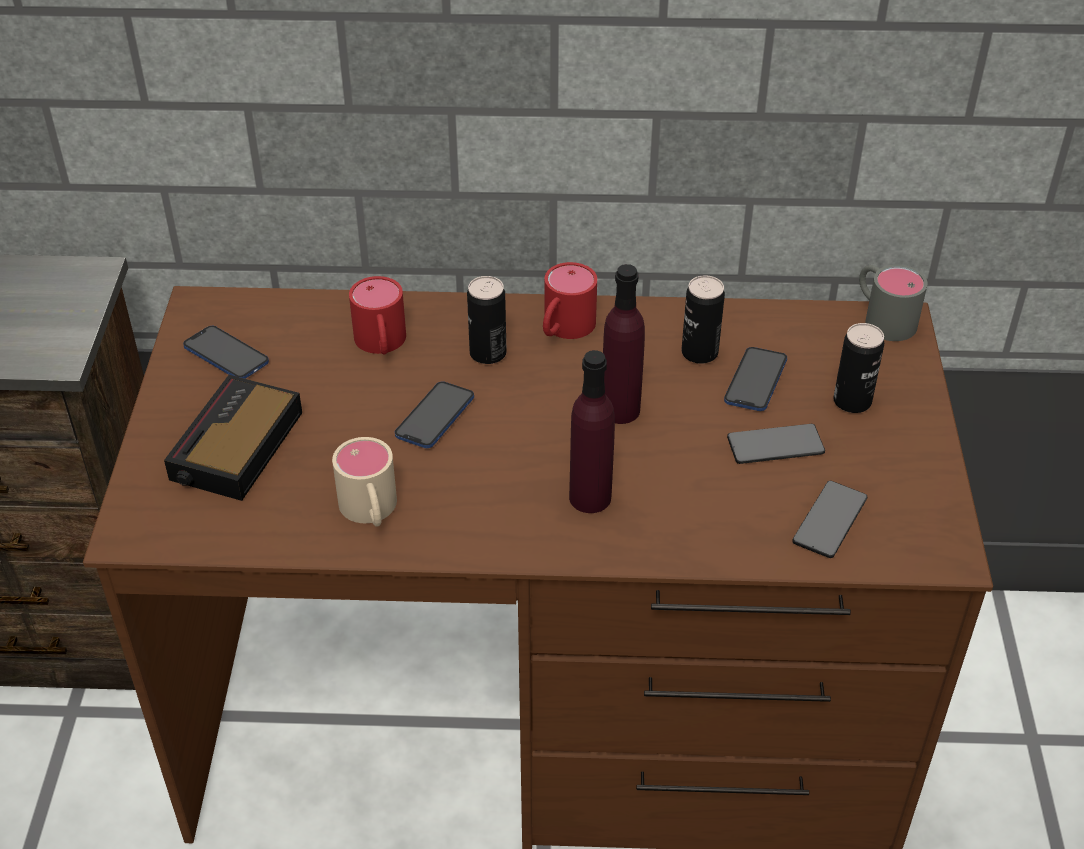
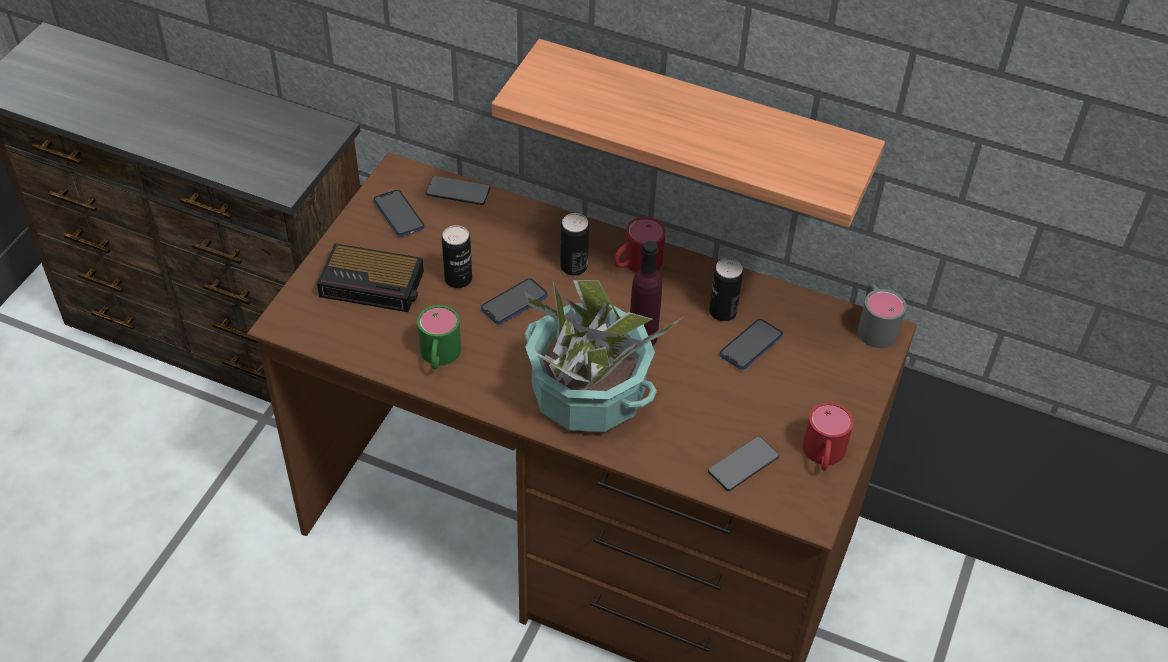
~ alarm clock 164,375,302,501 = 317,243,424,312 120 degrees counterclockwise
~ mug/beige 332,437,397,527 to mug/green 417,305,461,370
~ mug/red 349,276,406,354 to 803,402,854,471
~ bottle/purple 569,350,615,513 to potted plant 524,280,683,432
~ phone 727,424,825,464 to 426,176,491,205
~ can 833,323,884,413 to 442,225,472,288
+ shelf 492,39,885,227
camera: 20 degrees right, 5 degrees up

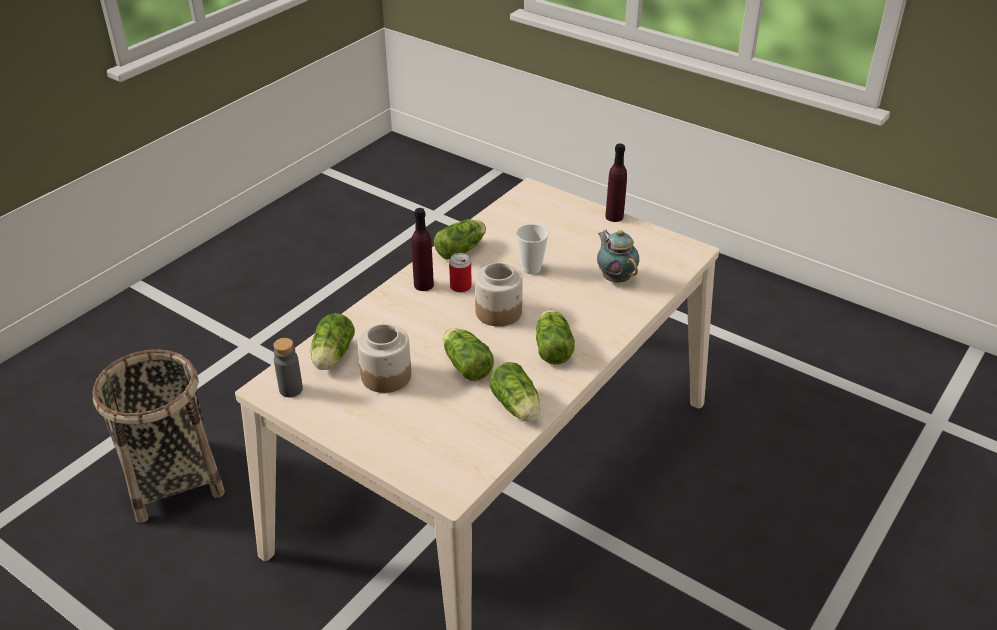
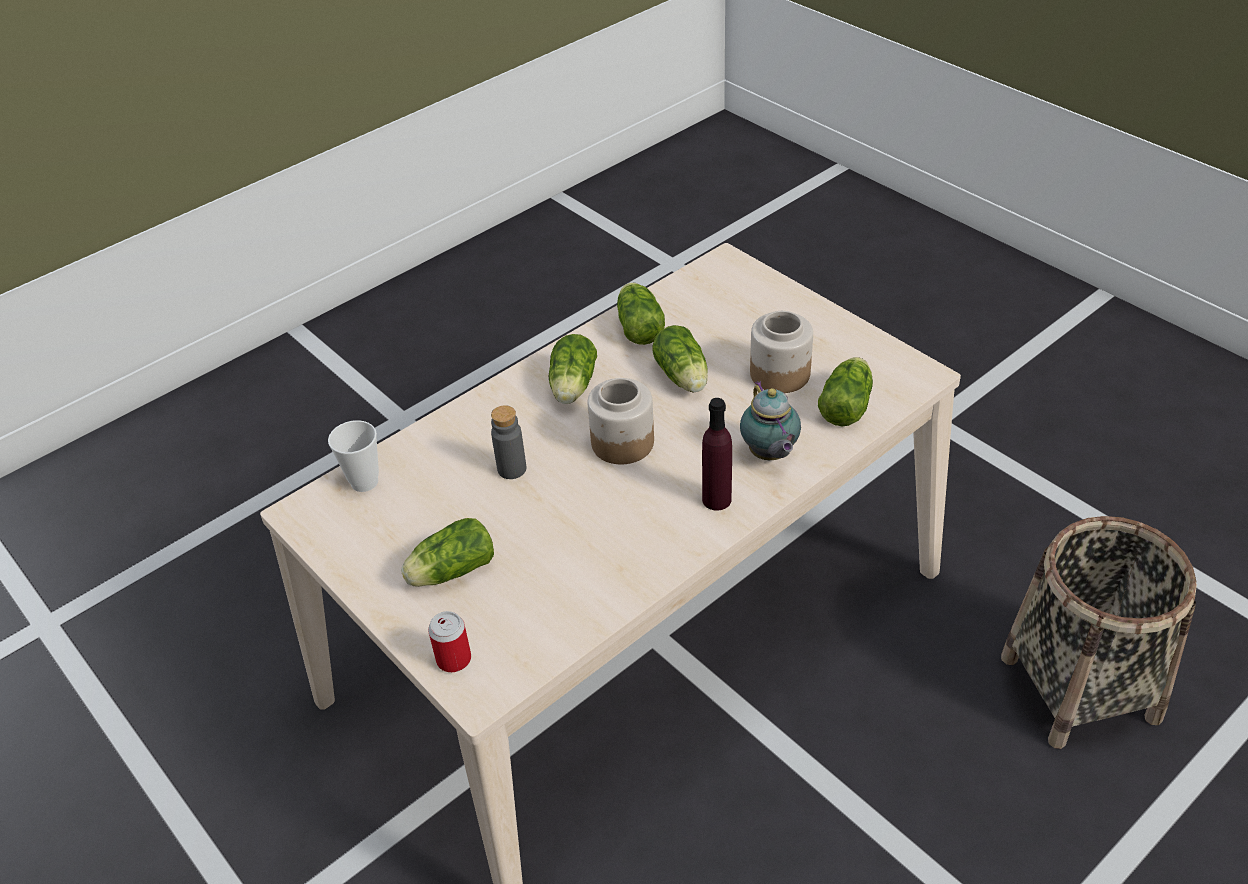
~ bottle/grey 273,338,303,397 to 491,405,526,479
~ lettuce 434,219,486,260 to 401,518,494,587
~ can 449,253,472,293 to 428,611,471,672
~ cup 516,224,549,274 to 328,420,379,492
~ teapot 597,230,639,283 to 740,381,801,460
- bottle/purple 605,144,627,222
camera: 165 degrees left, 5 degrees up

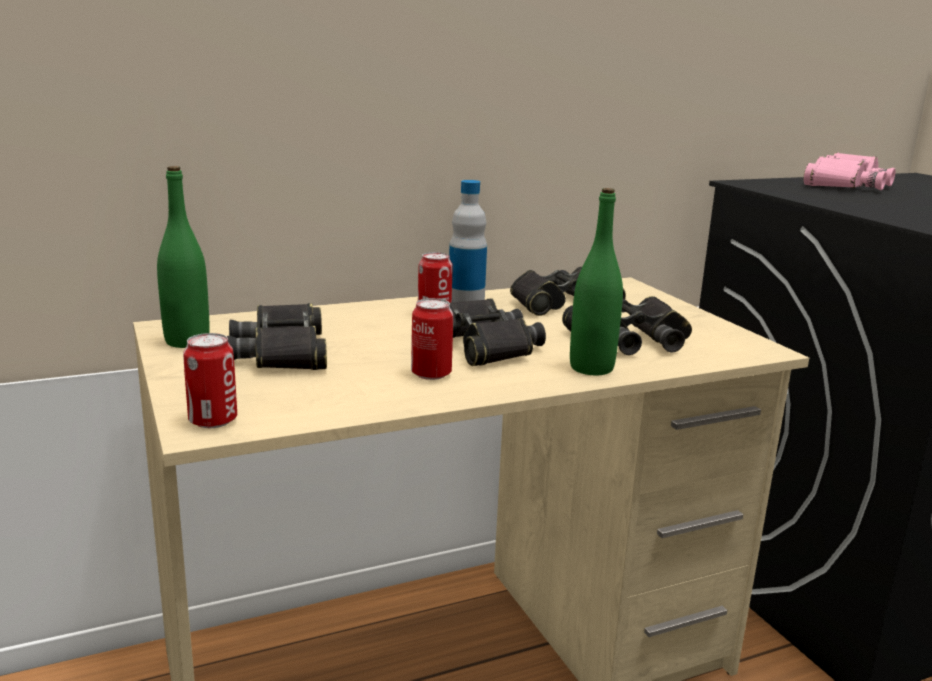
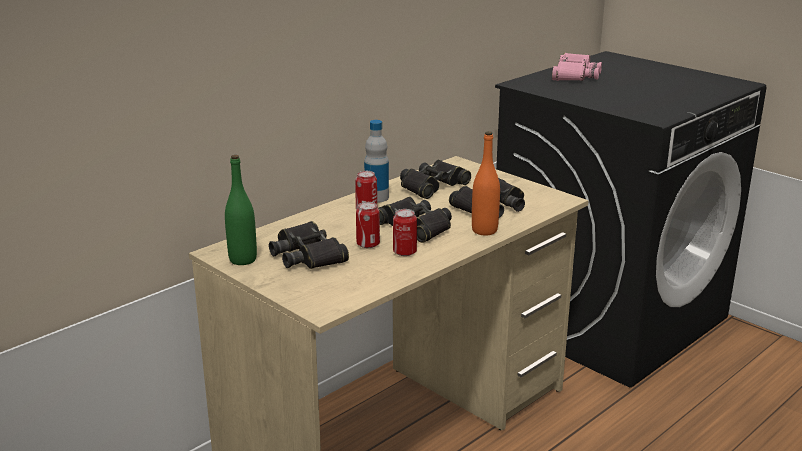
~ can 183,333,237,428 to 356,202,380,248
~ bottle/green 570,188,623,375 to bottle/orange 472,131,500,235
camera: 20 degrees left, 5 degrees up

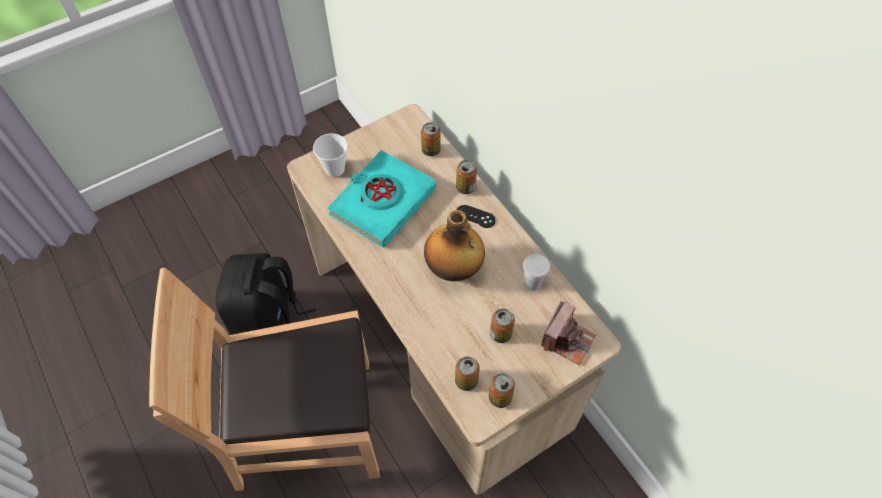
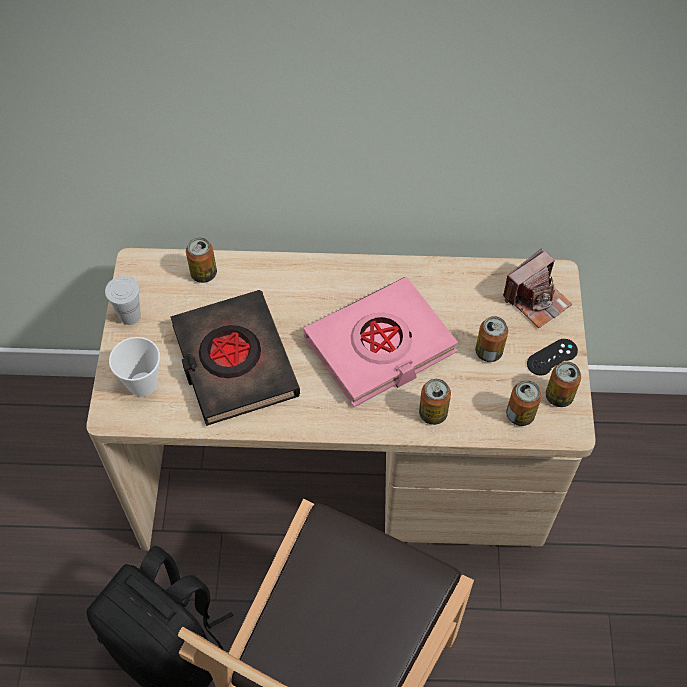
~ book/turquoise 328,150,436,247 to book/black 170,290,300,426
~ bottle 424,210,485,281 to book/pink 304,277,458,407
~ can 456,160,477,194 to 419,379,451,425
~ game controller/black 456,205,496,228 to 527,339,578,376
~ cup/white 523,254,550,291 to 105,276,141,325
~ photo camera 541,300,596,365 = 503,248,572,328 75 degrees clockwise
camera: 55 degrees left, 0 degrees up

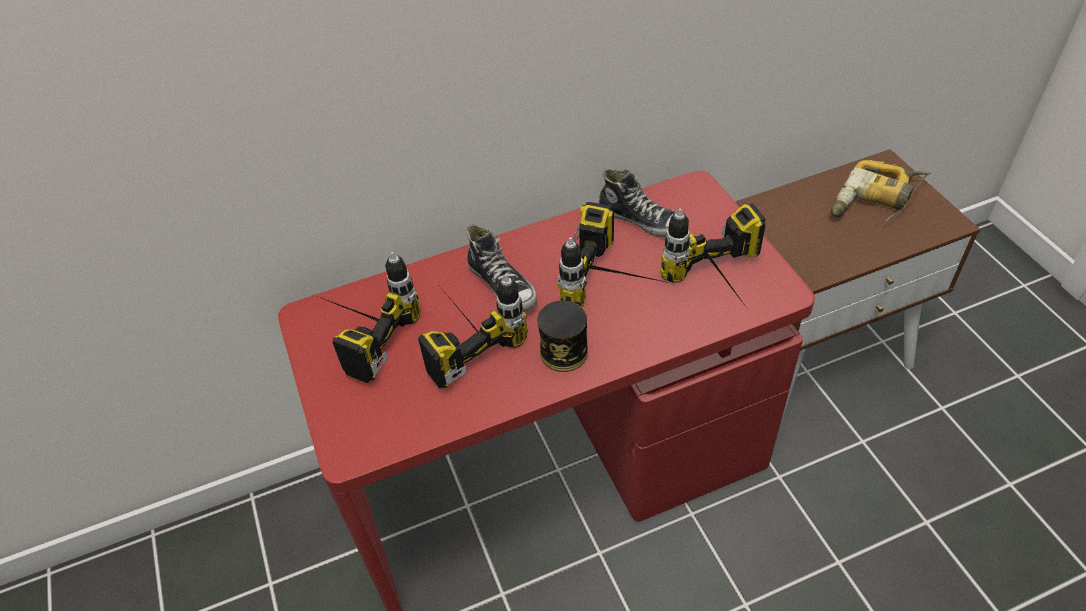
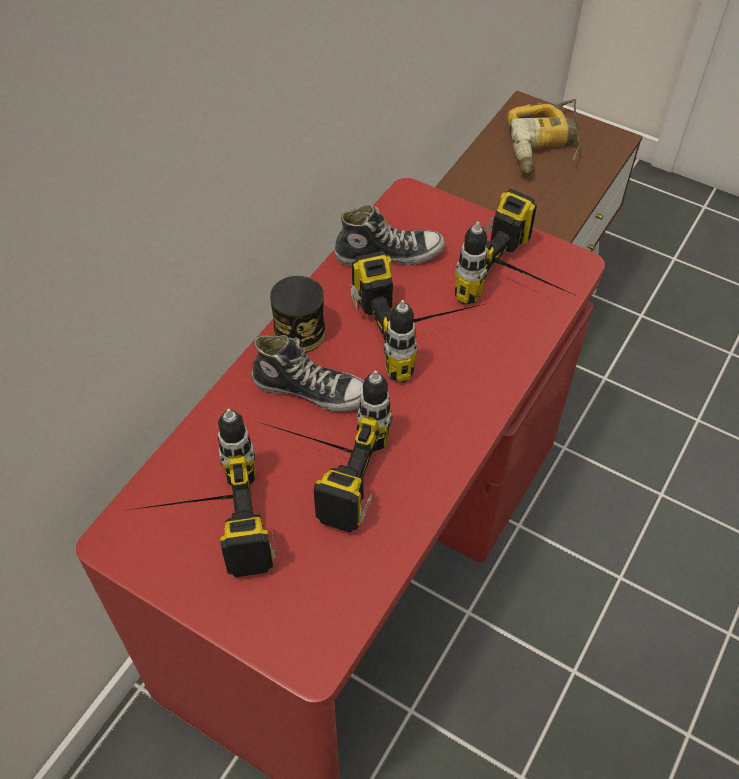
~ can 537,300,588,372 to 270,276,326,353
camera: 40 degrees left, 5 degrees up

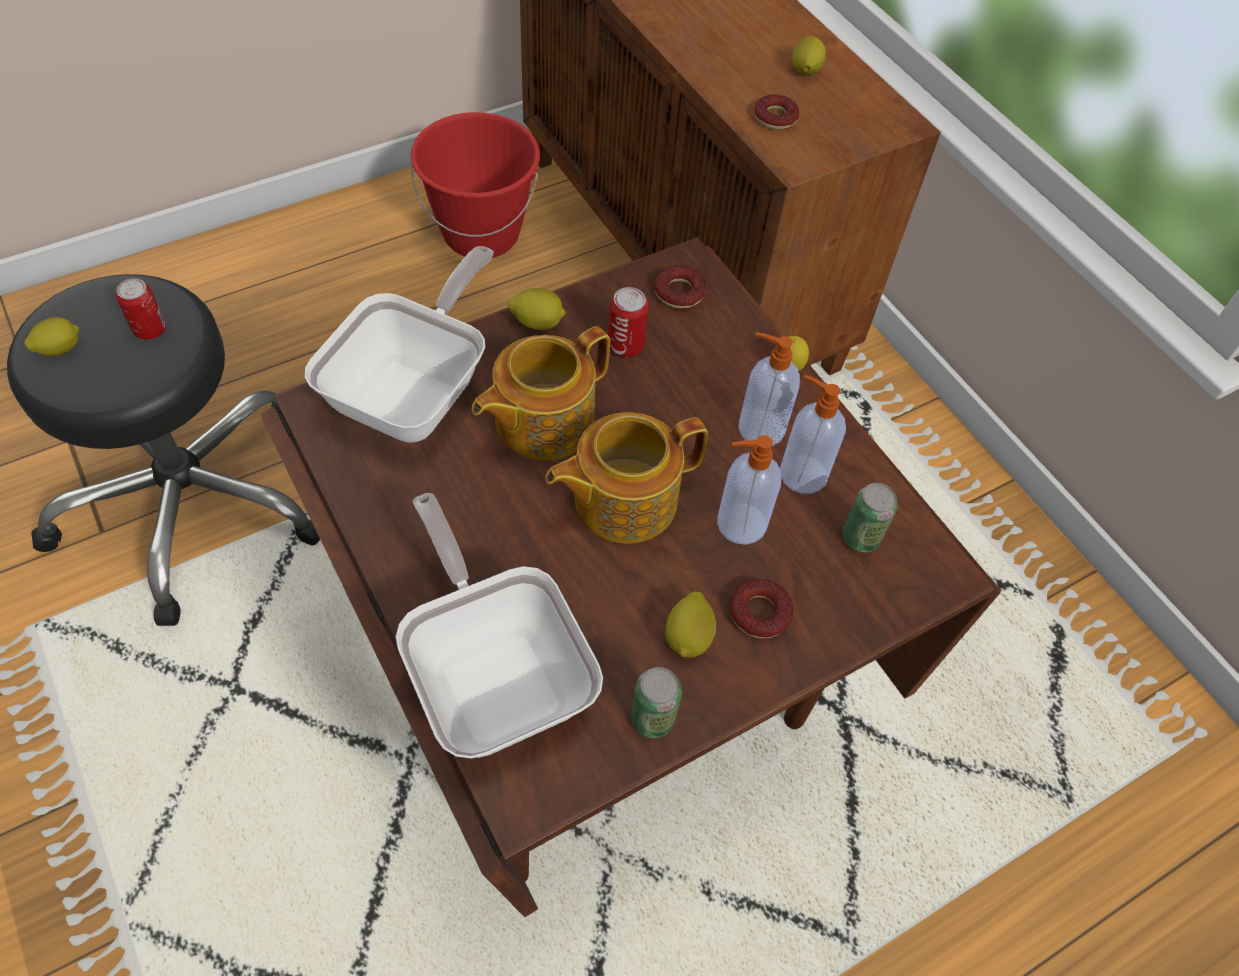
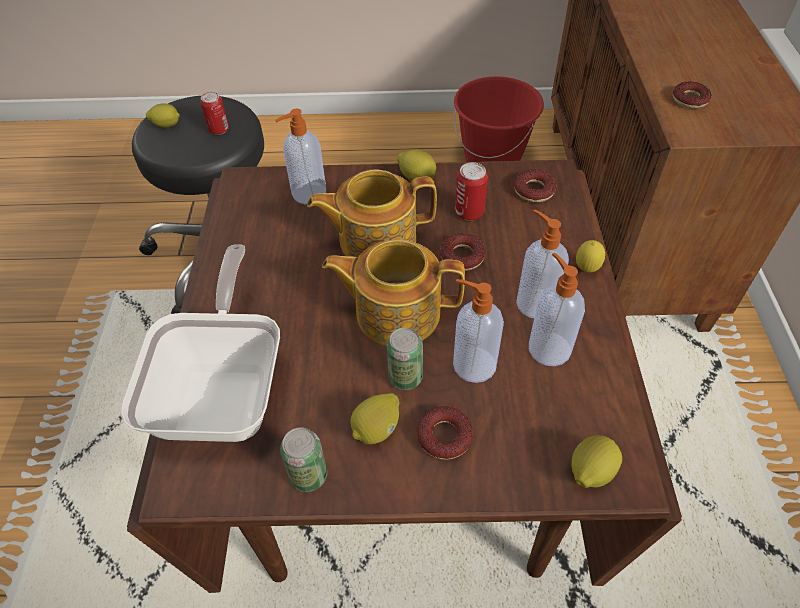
~ frying pan 305,246,494,443 to soap dispenser 275,109,326,204
~ lemon 792,36,826,75 to 571,435,622,488
~ can 842,483,898,552 to 386,328,423,390
+ donut 440,233,486,271
camera: 35 degrees right, 5 degrees down

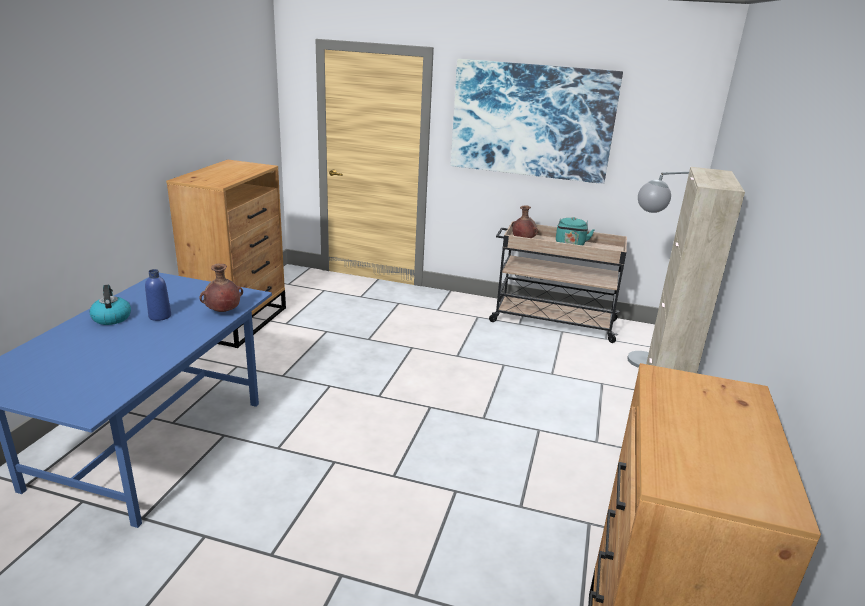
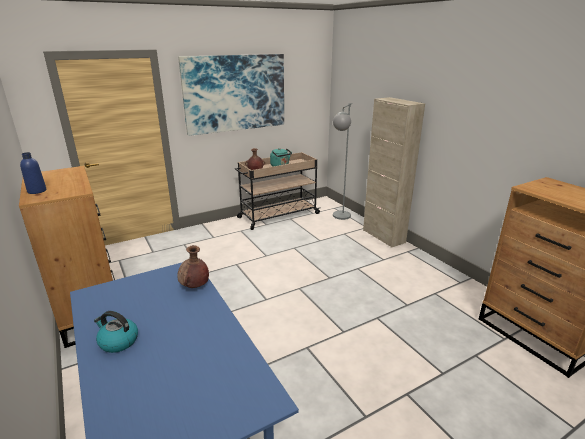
~ bottle/blue 145,269,171,321 to 20,152,46,194
camera: 45 degrees left, 0 degrees up

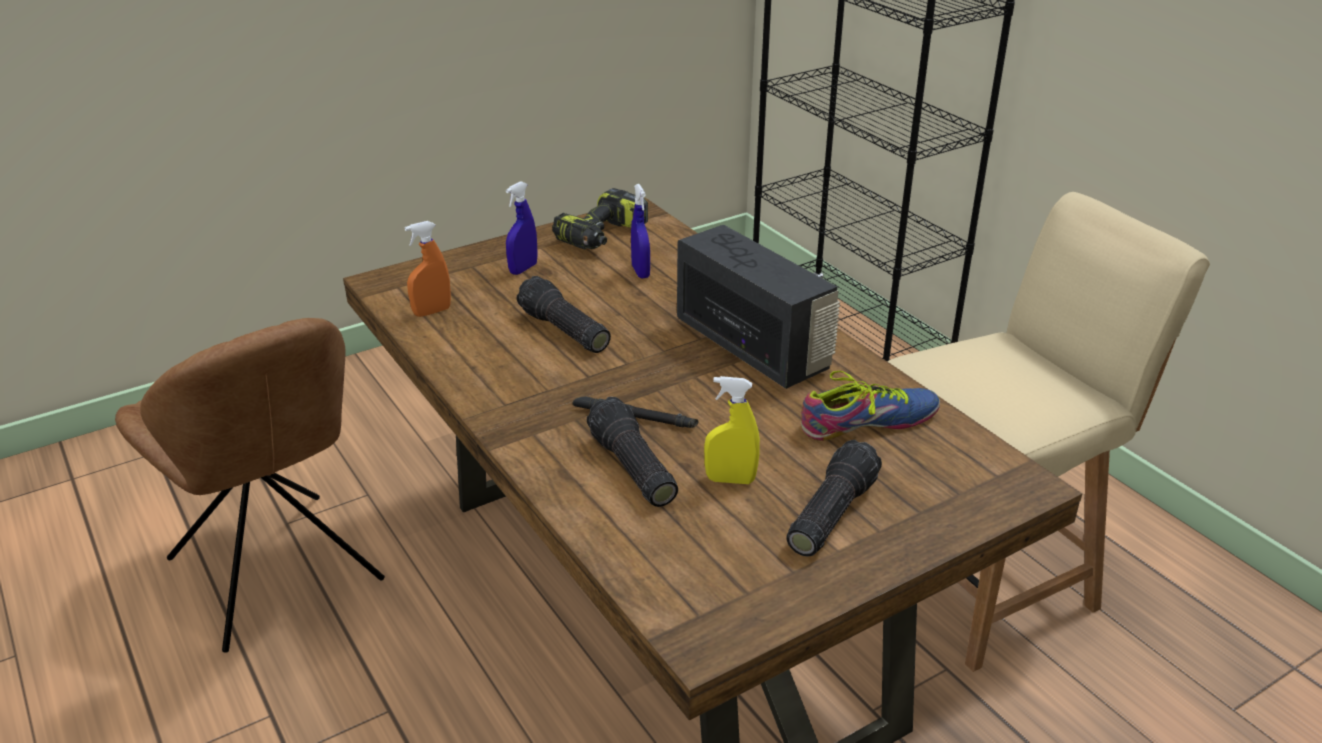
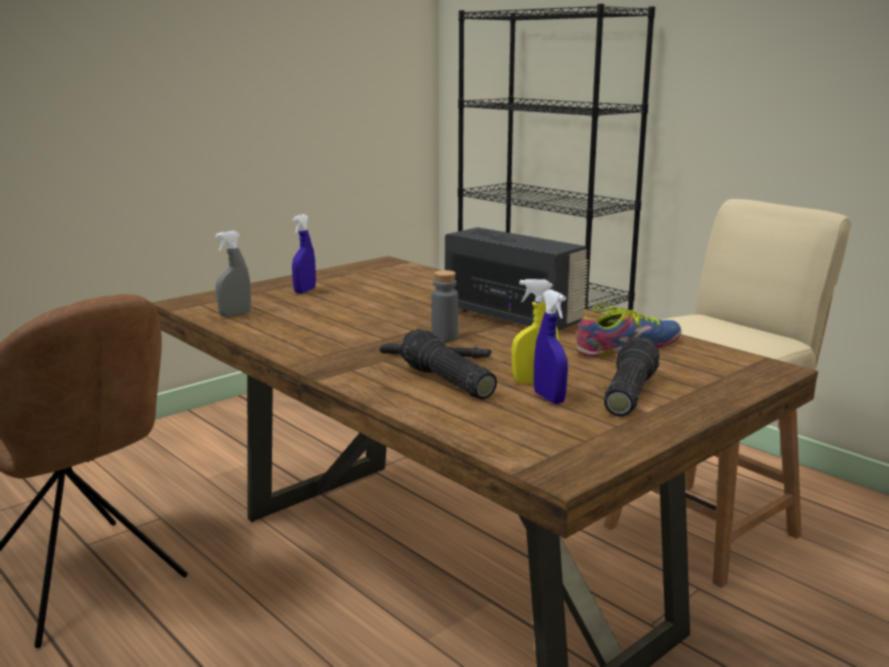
~ spray bottle/orange 405,221,451,317 to spray bottle/grey 215,231,251,317
- flashlight 517,276,611,353
- power drill 552,188,648,250
~ spray bottle/blue 631,184,650,279 to 534,289,568,404
+ bottle/grey 431,270,458,342
camera: 10 degrees left, 15 degrees down

